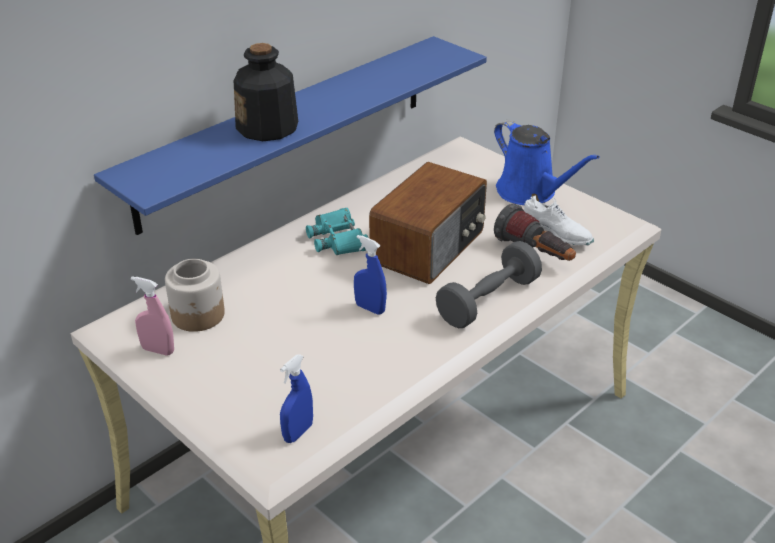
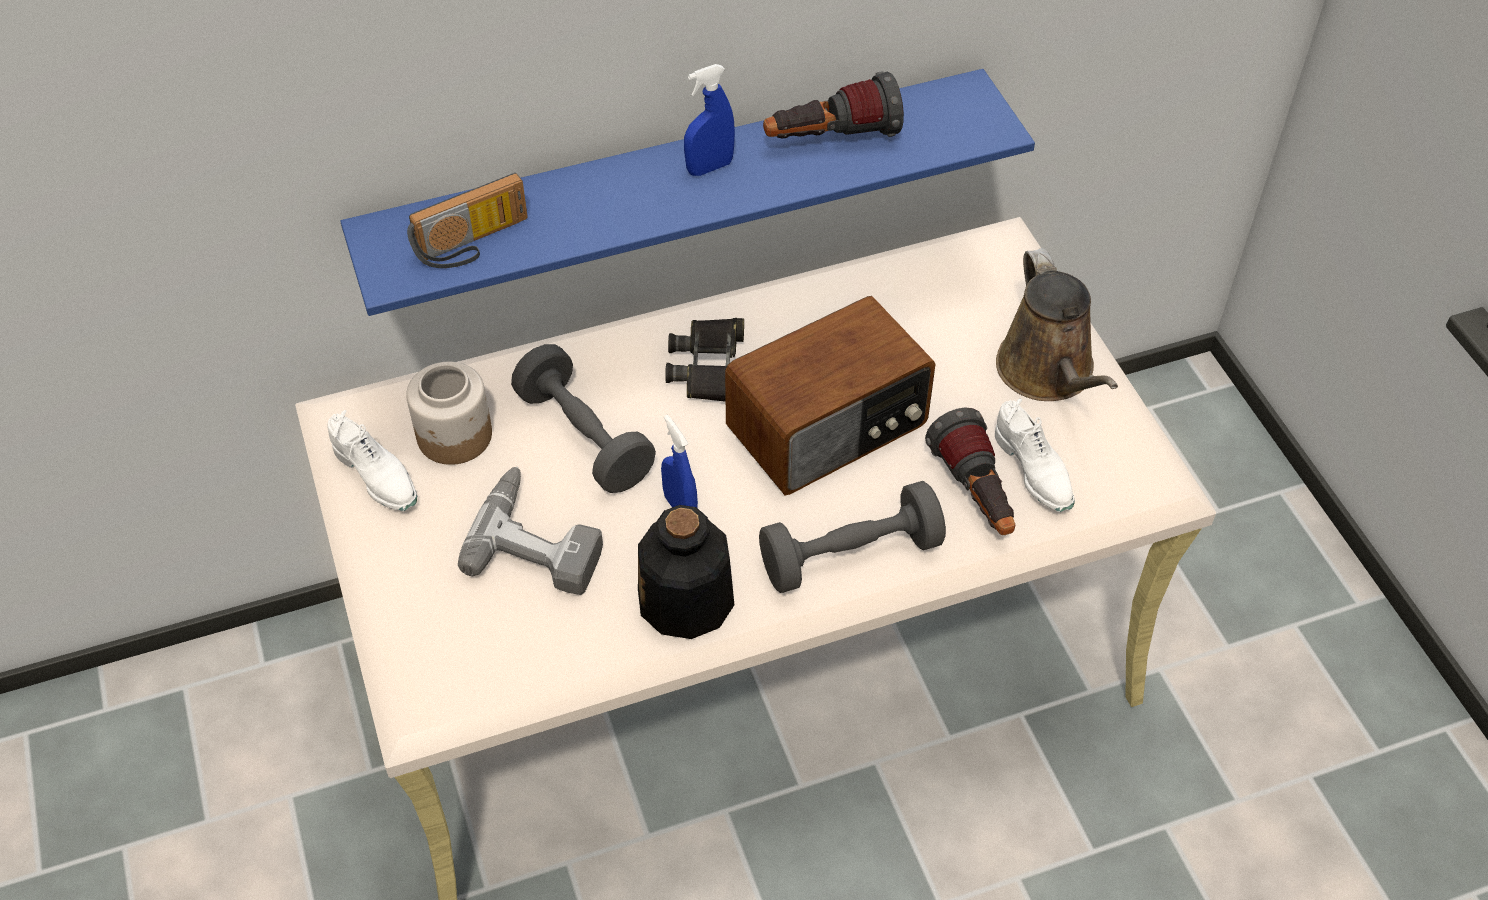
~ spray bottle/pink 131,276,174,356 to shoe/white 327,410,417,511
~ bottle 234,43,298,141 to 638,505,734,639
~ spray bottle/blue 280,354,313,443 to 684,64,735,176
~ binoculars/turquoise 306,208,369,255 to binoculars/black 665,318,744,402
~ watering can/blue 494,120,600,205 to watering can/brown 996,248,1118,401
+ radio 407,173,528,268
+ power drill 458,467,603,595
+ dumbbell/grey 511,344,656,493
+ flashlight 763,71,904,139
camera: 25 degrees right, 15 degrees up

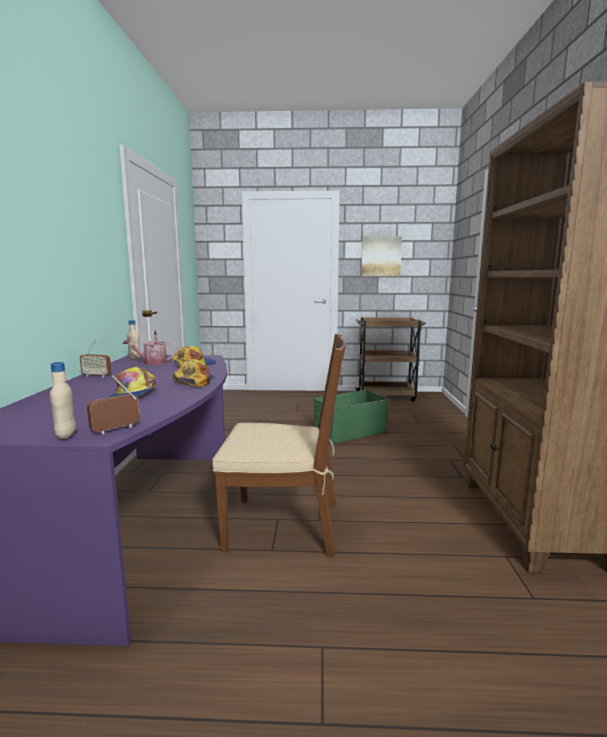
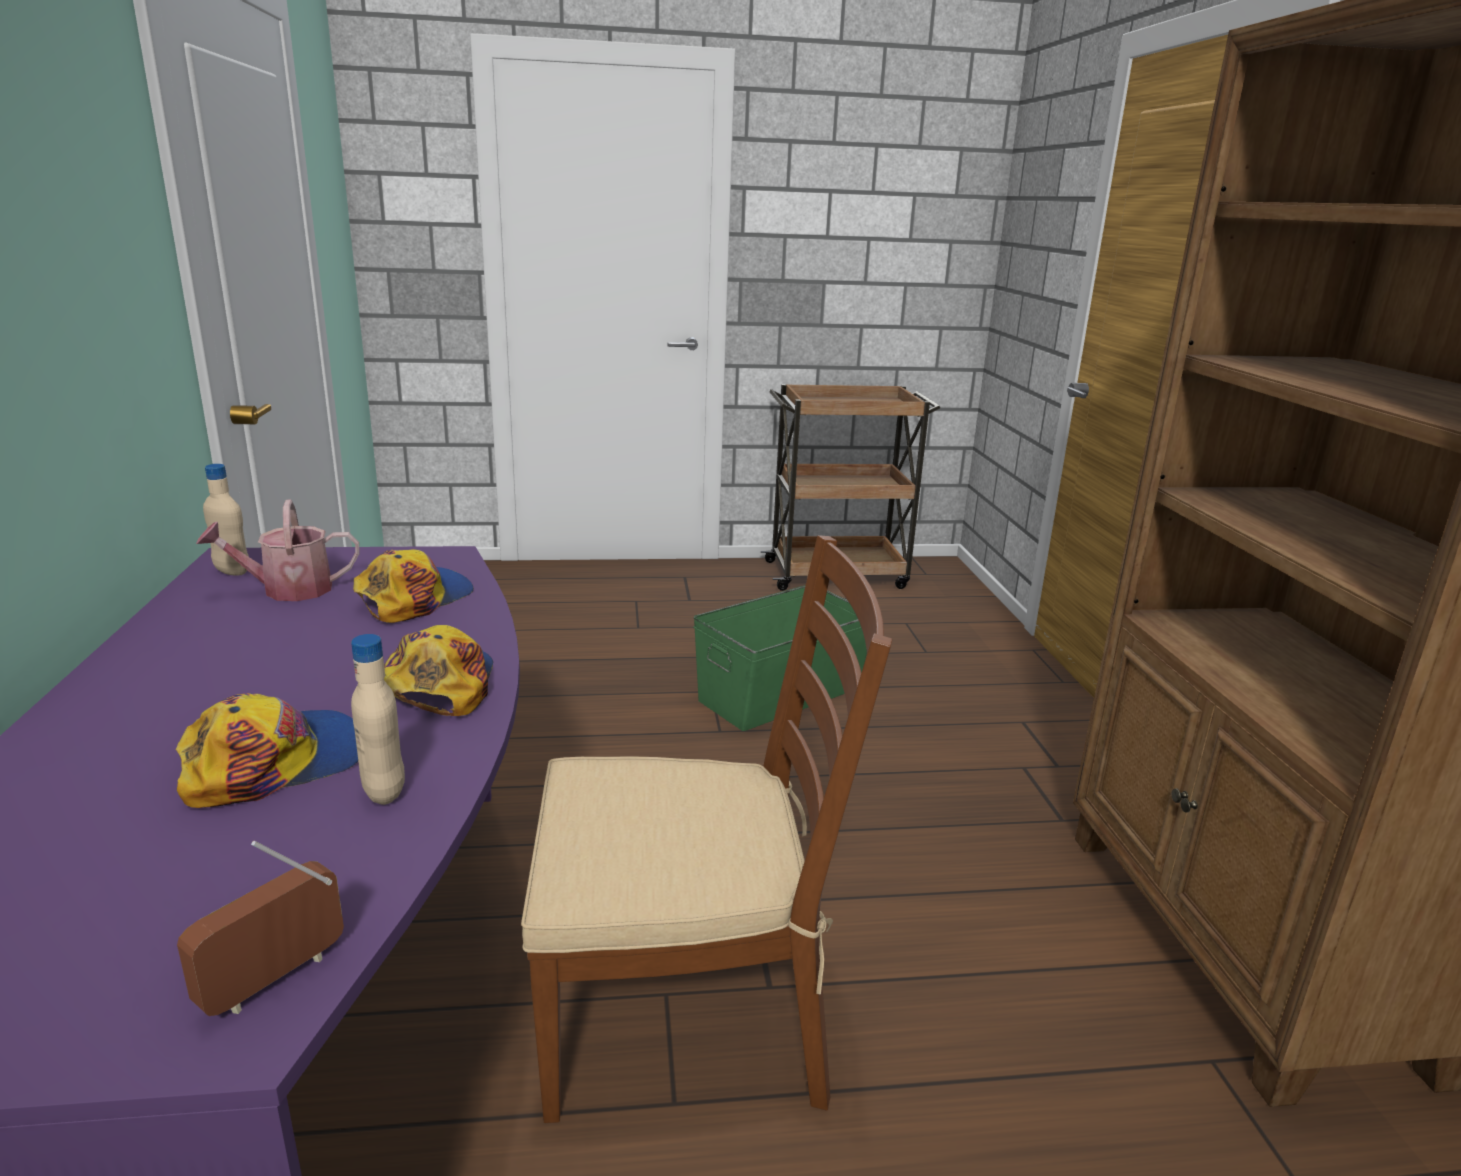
~ bottle/beige 50,362,76,440 to 351,634,405,805
- radio 80,339,112,377
~ cap 107,367,156,398 = 176,693,358,808 120 degrees counterclockwise
- picture 361,236,402,276
camera: 10 degrees left, 10 degrees up

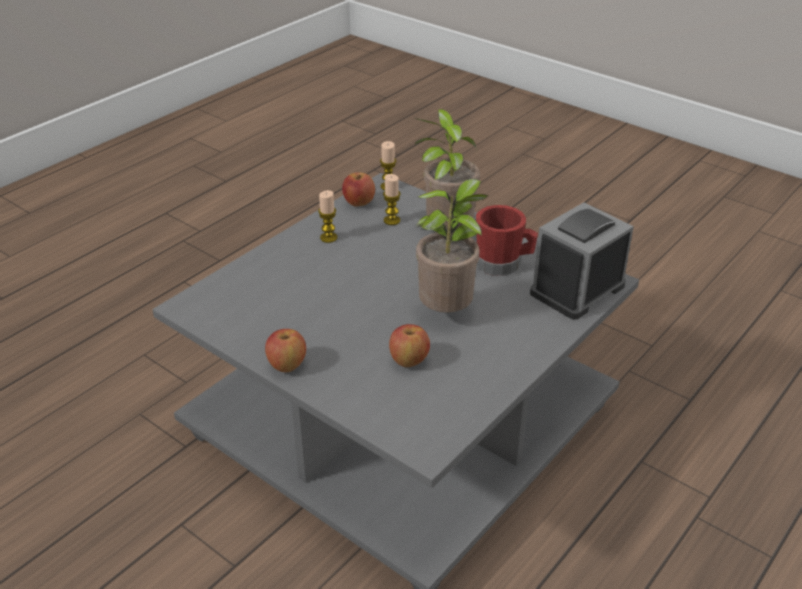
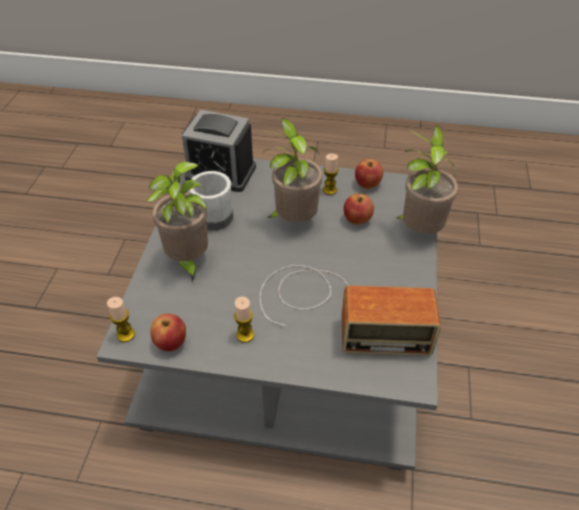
~ apple 265,329,306,372 to 355,159,383,189
~ candle 383,174,400,225 to 323,154,339,195
~ mug/red 476,205,538,276 to mug/white 189,171,233,231
+ radio 260,265,441,356
+ potted plant 396,126,458,234
camera: 120 degrees left, 10 degrees up

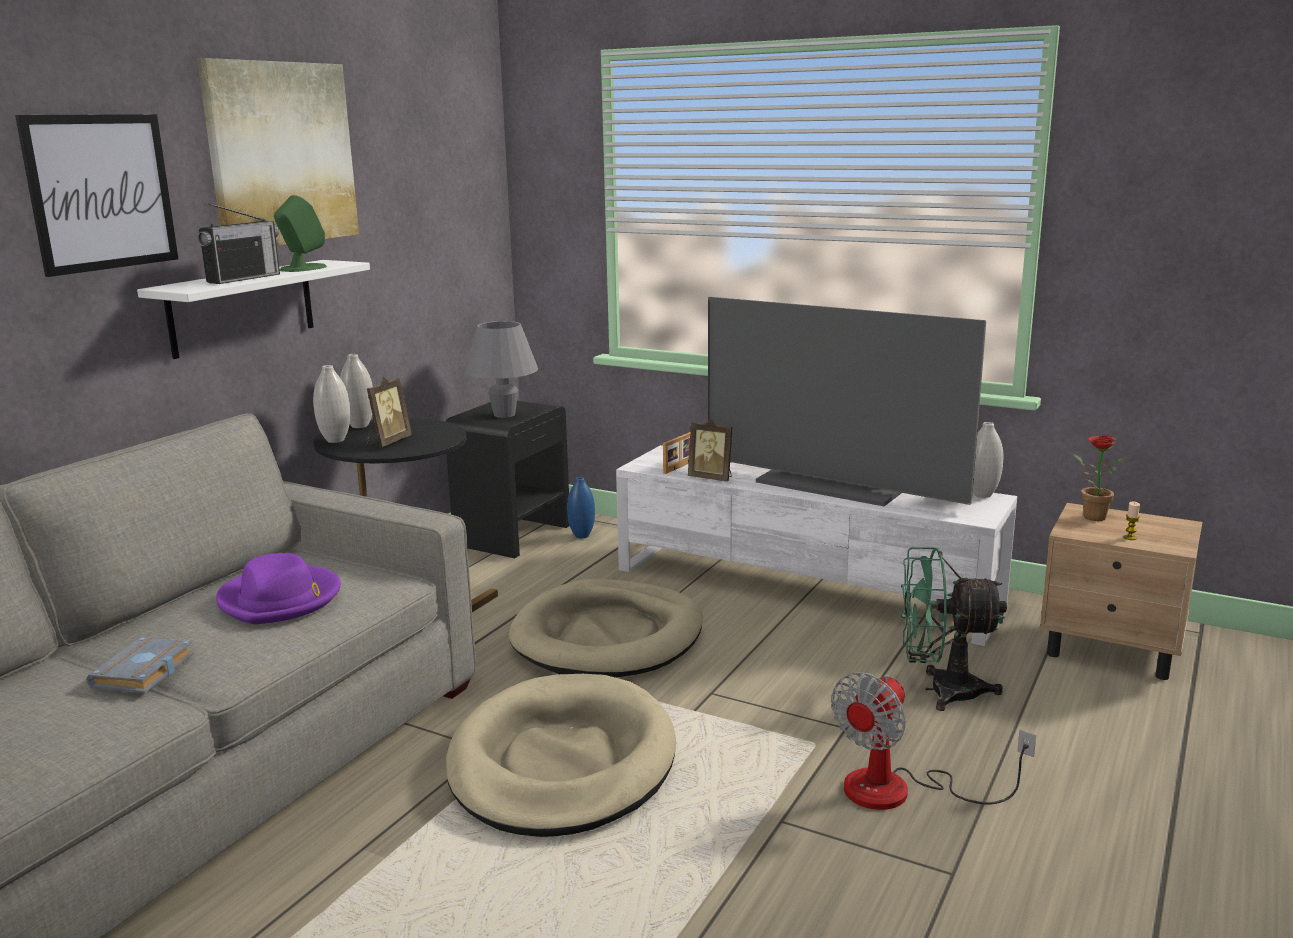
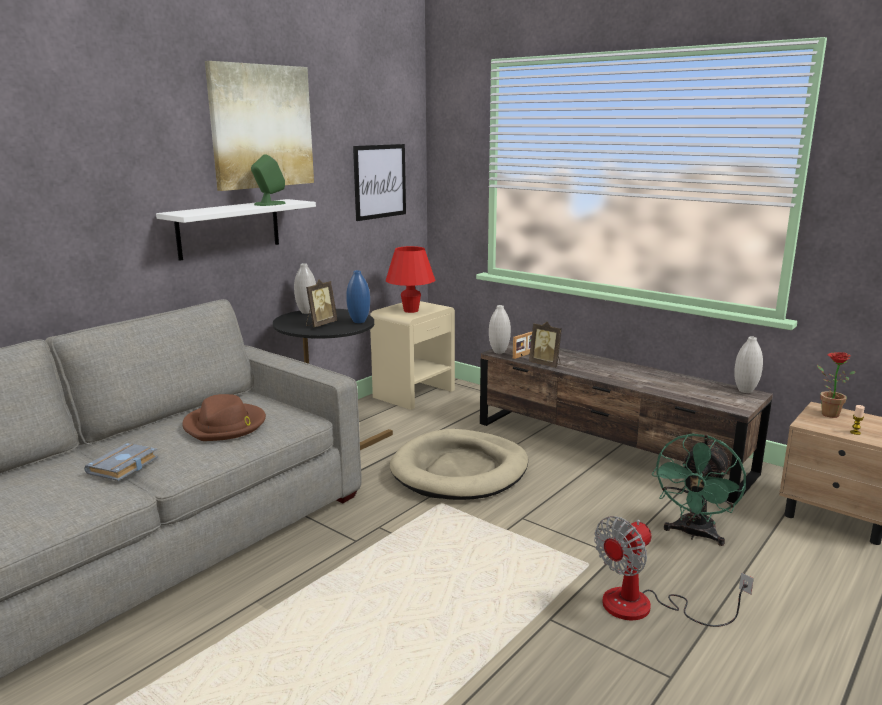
~ picture 15,114,178,277 to 353,144,406,221
- radio 198,203,280,284
~ hat/purple 216,553,341,625 to hat/brown 182,394,266,441
~ vase/white 313,365,350,443 to 489,305,511,354
~ nightstand/black 445,401,570,558 to nightstand/beige 370,301,455,410
- dog bed/beige 446,674,676,837
~ table lamp/grey 465,321,538,418 to table lamp/red 386,246,435,313
~ vase/blue 567,477,595,538 to 346,270,370,323
~ tv stand/white 616,445,1017,646 to tv stand/brown 480,340,773,503
- television 708,297,986,506
~ fan/green 901,547,1007,711 = 652,434,746,546 75 degrees counterclockwise
camera: 10 degrees right, 0 degrees up

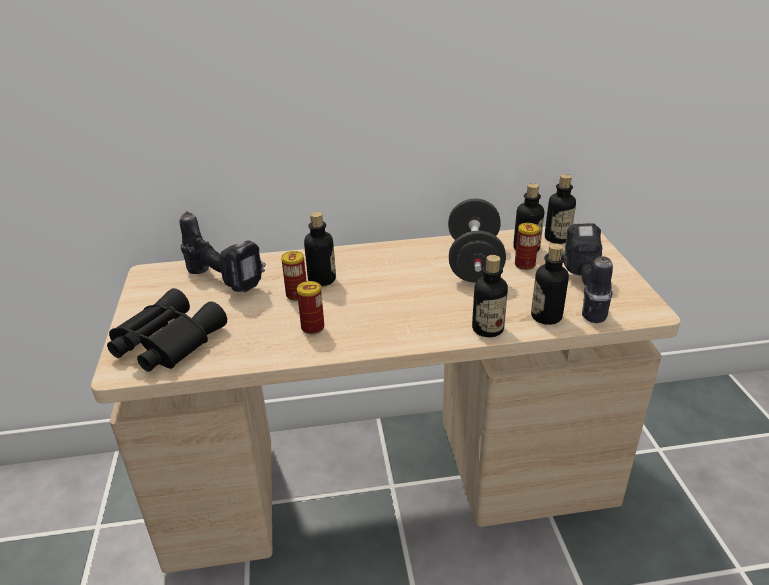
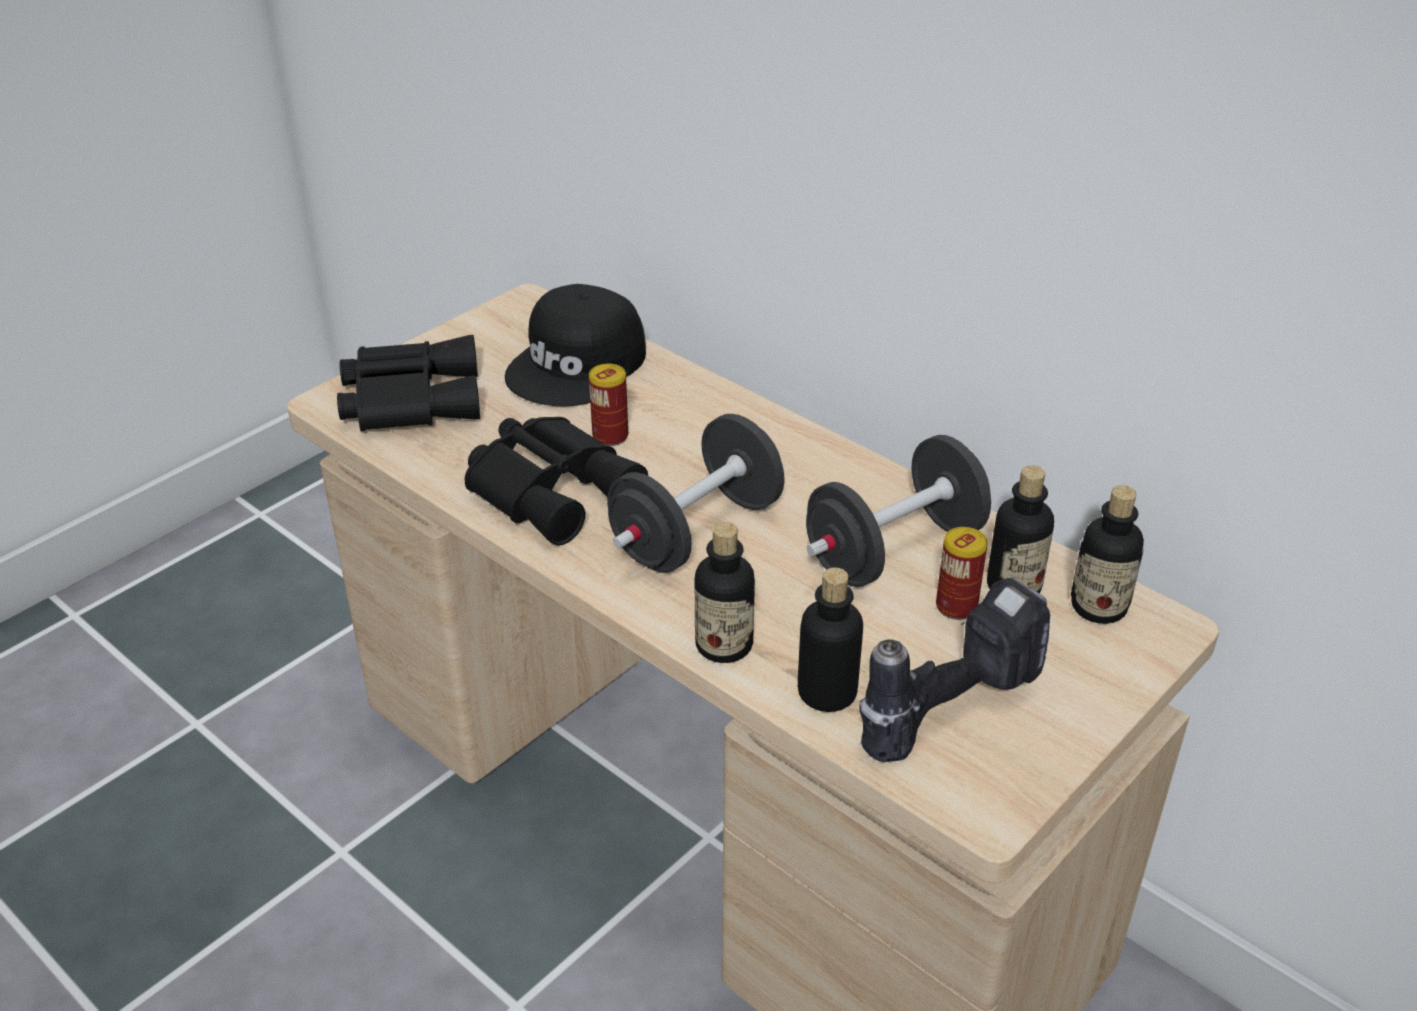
~ power drill 180,211,266,292 to cap/black 505,284,646,406
~ can 297,281,324,334 to binoculars/black 465,417,648,546
- bottle 304,212,336,286
+ dumbbell/black 607,414,785,573
camera: 50 degrees right, 5 degrees up

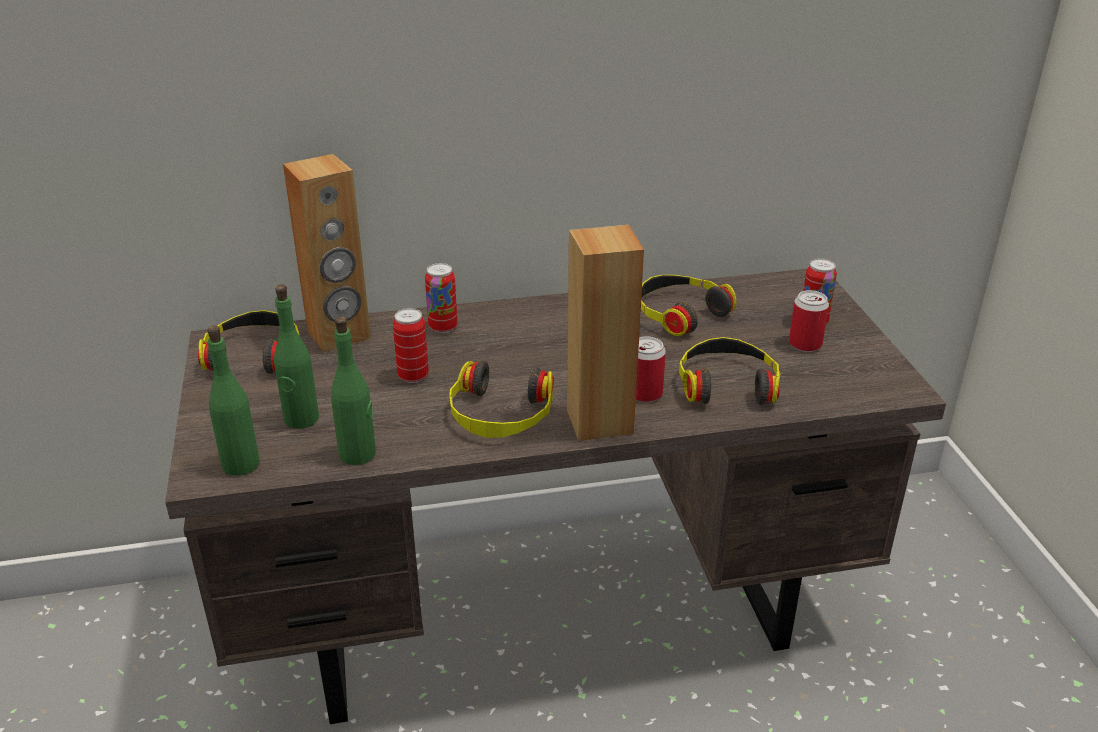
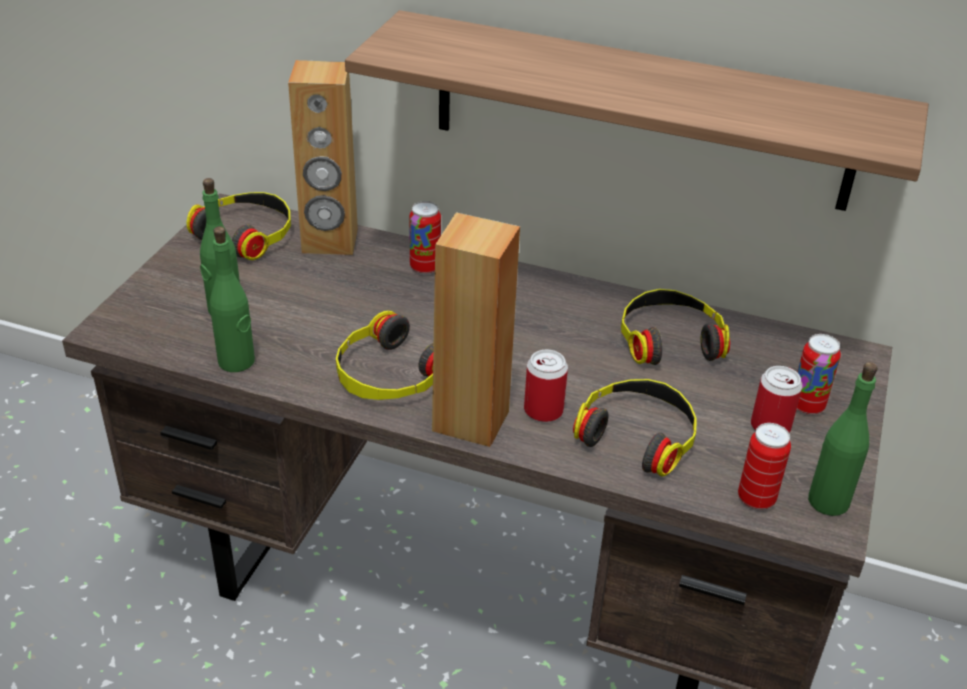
~ bottle/green 207,325,260,476 to 808,362,877,516
~ can 393,308,429,383 to 738,423,791,510
+ shelf 345,10,929,211
camera: 30 degrees right, 5 degrees up

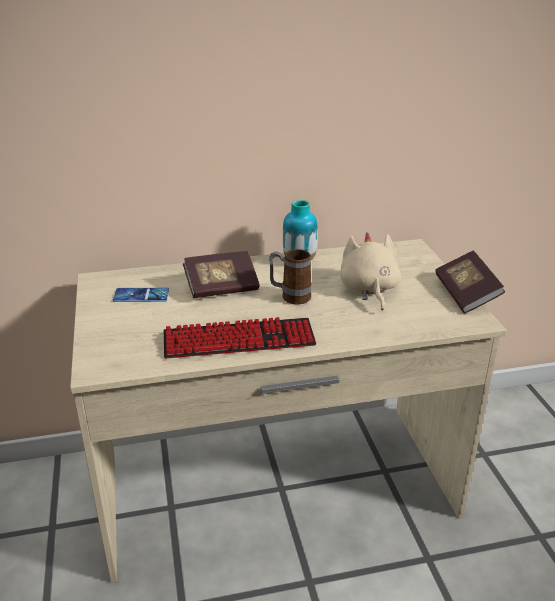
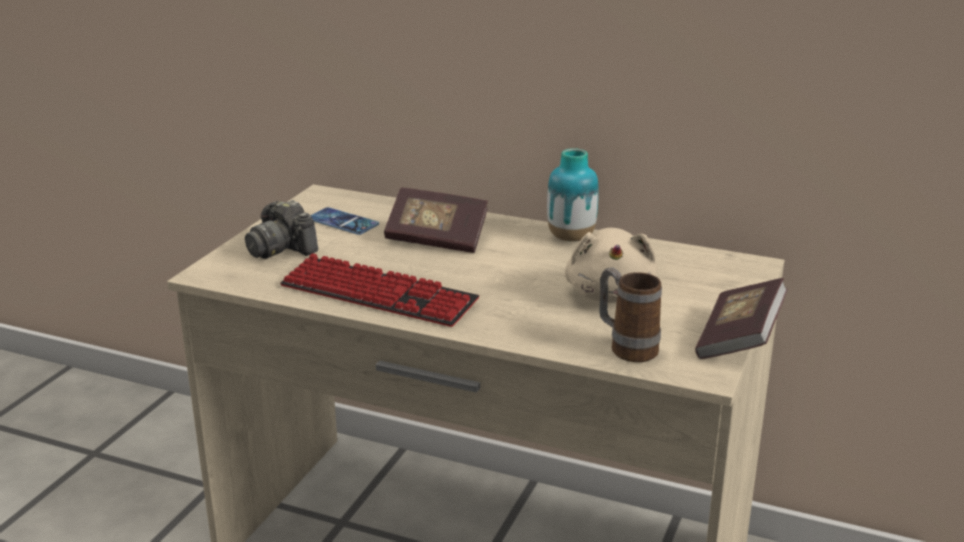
~ mug 269,249,312,304 to 599,267,662,362
~ plush toy/beige 340,232,401,311 = 565,228,657,303 150 degrees clockwise
+ photo camera 245,200,318,259
camera: 35 degrees right, 5 degrees down

